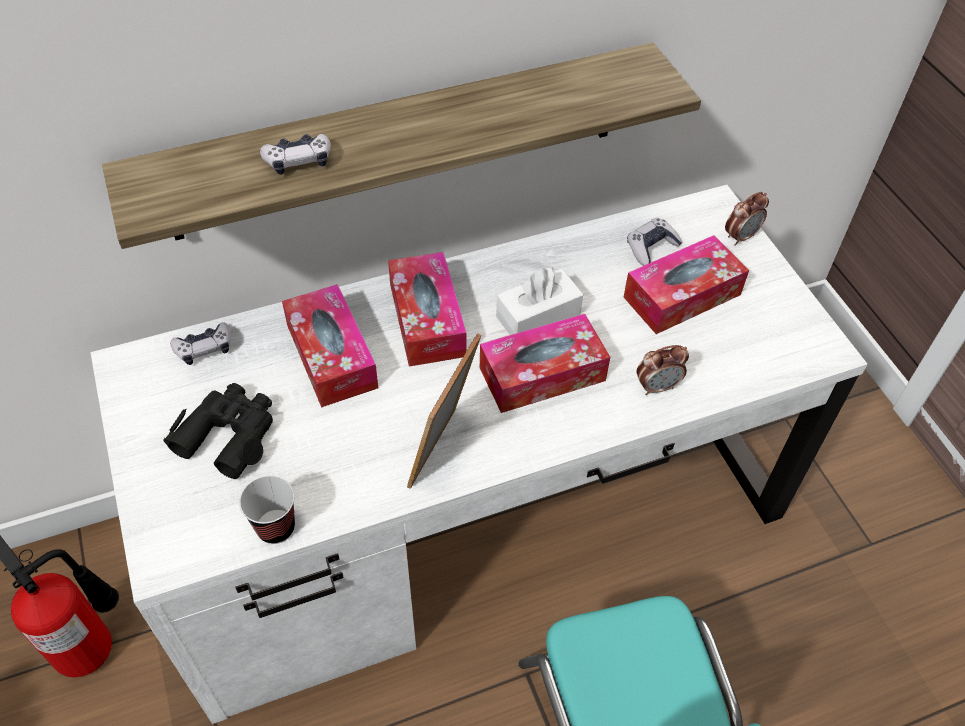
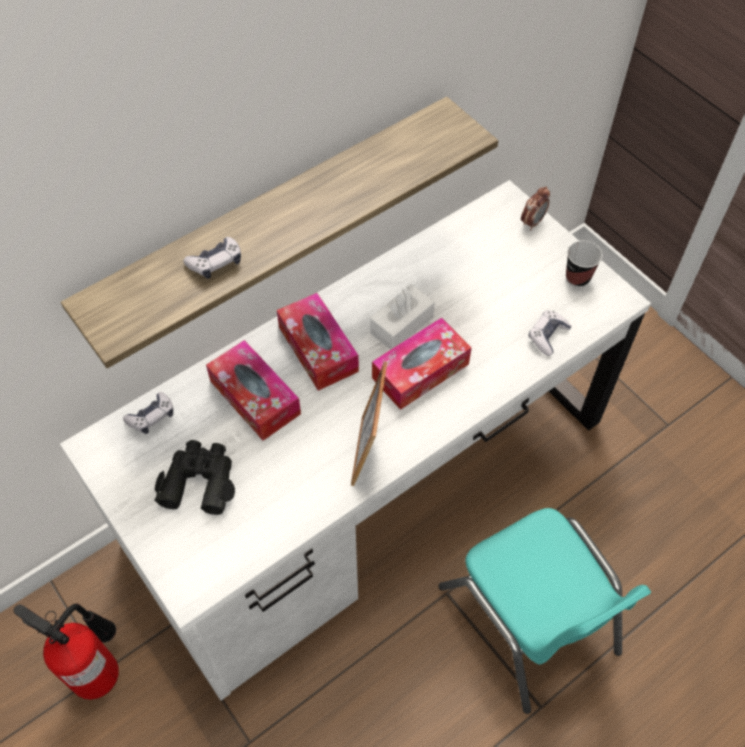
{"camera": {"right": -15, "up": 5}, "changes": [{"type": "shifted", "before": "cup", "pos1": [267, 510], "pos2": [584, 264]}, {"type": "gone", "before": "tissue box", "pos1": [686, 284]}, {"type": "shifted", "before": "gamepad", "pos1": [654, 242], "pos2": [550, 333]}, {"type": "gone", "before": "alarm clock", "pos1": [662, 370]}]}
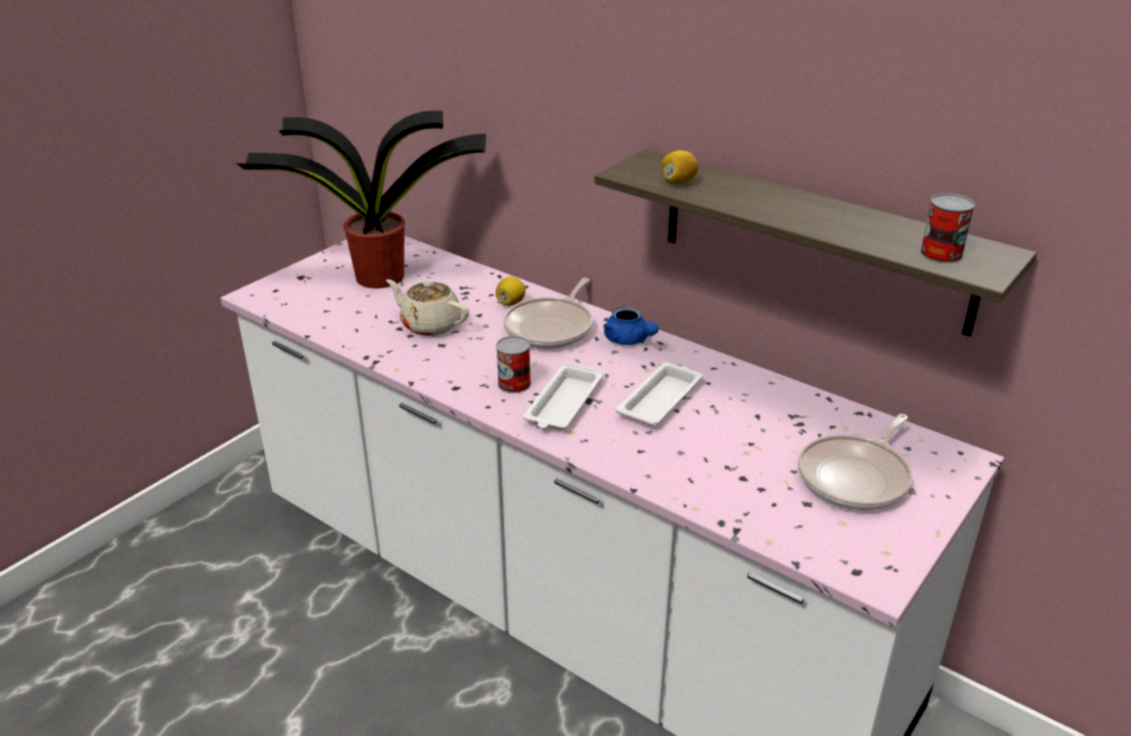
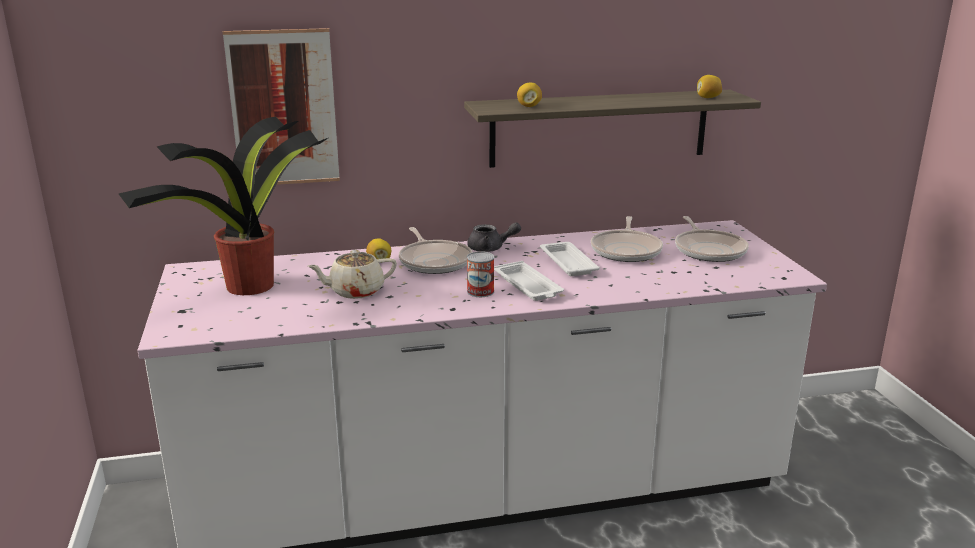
{"camera": {"right": -50, "up": -10}, "changes": [{"type": "repainted", "before": "blue-coloured tea pot", "after": "gray tea pot", "pos1": [631, 325], "pos2": [494, 237]}, {"type": "swapped", "before": "sealed can", "after": "lemon", "pos1": [947, 228], "pos2": [709, 86]}, {"type": "new", "after": "wall art", "pos2": [281, 106]}, {"type": "new", "after": "frying pan", "pos2": [627, 239]}]}
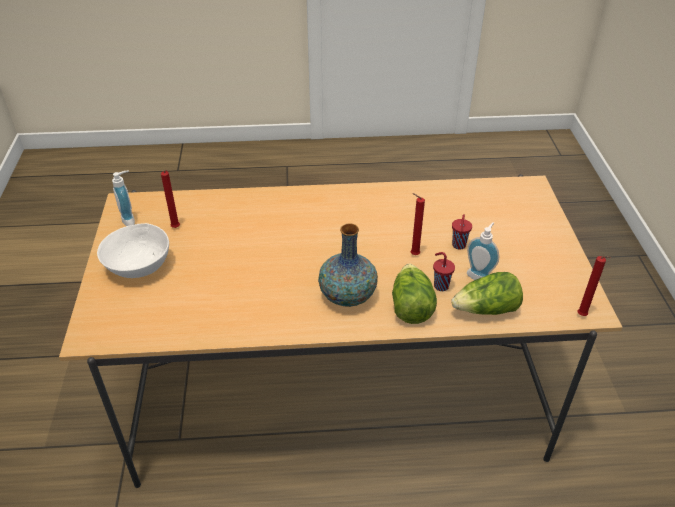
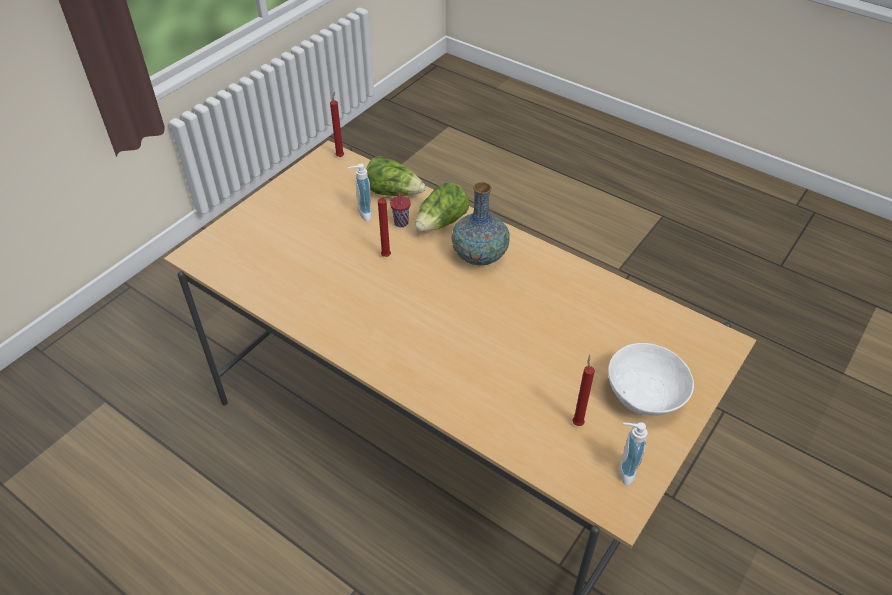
{"camera": {"right": -140, "up": 5}, "changes": [{"type": "gone", "before": "red cup", "pos1": [462, 232]}]}
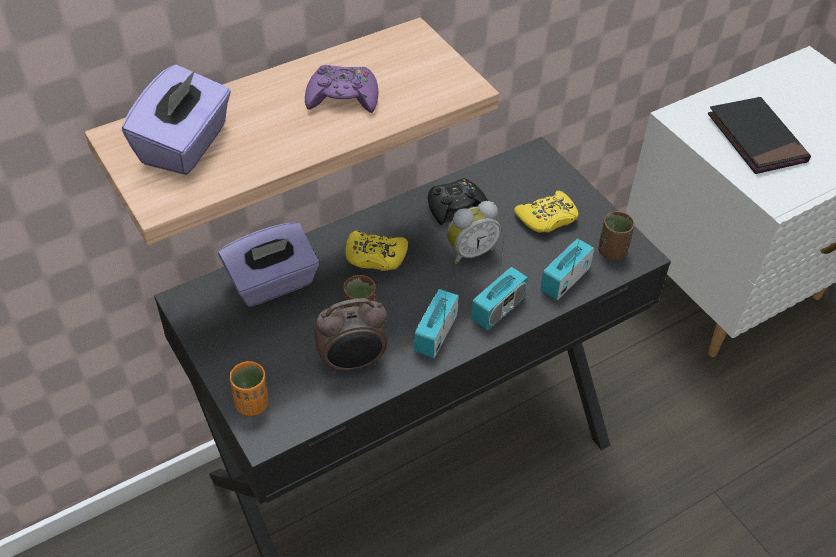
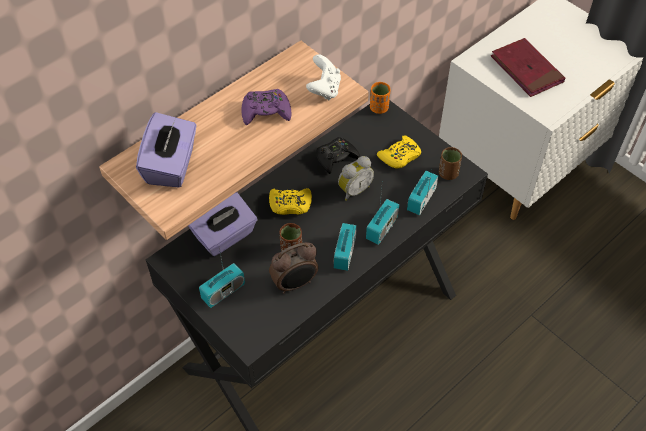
{"camera": {"right": -10, "up": 5}, "changes": [{"type": "shifted", "before": "orangey cup", "pos1": [249, 388], "pos2": [380, 98]}, {"type": "repainted", "before": "blackish bound book", "after": "red bound book", "pos1": [759, 135], "pos2": [528, 67]}, {"type": "new", "after": "radio receiver", "pos2": [222, 278]}, {"type": "new", "after": "white-coloured gamepad", "pos2": [323, 77]}]}
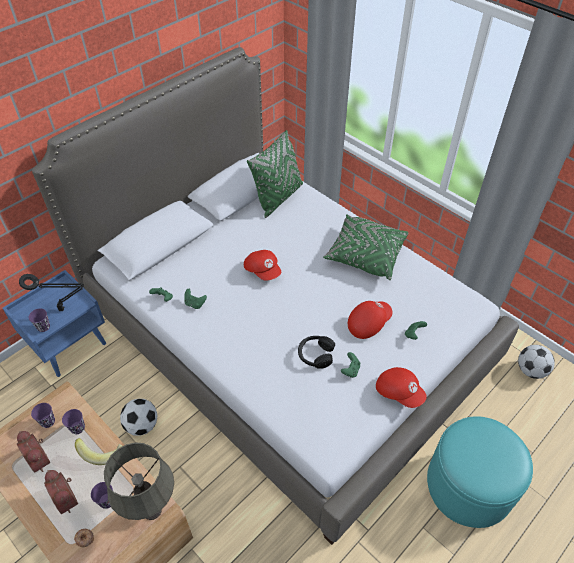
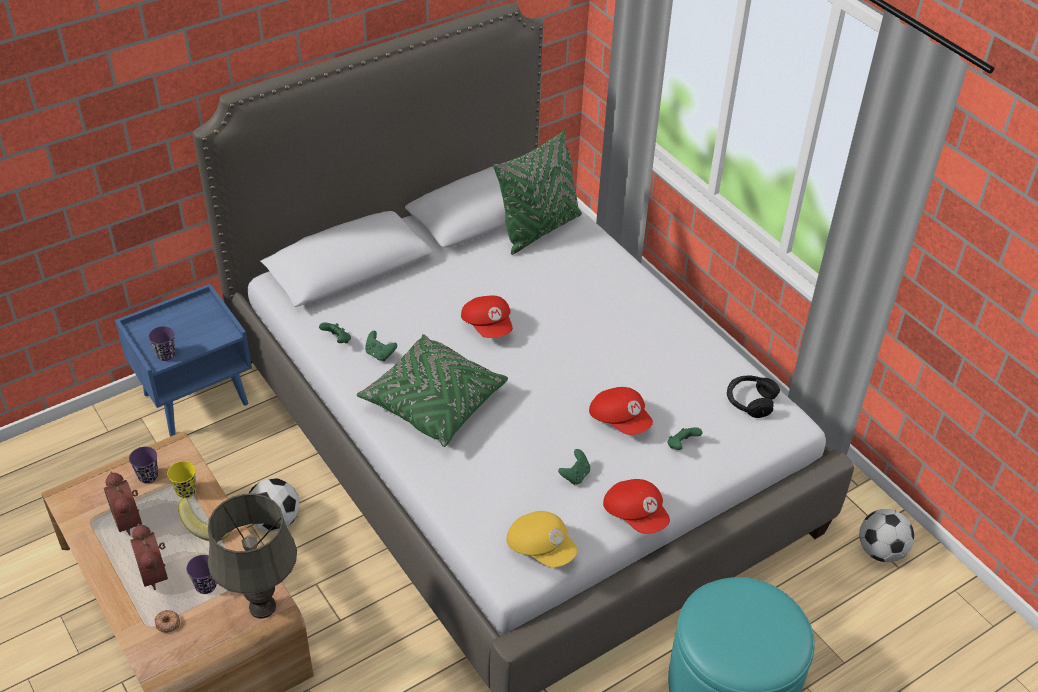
{"camera": {"right": 10, "up": -5}, "changes": [{"type": "gone", "before": "blackish table lamp", "pos1": [51, 292]}, {"type": "repainted", "before": "purplish cup", "after": "yellow cup", "pos1": [73, 421], "pos2": [181, 479]}, {"type": "shifted", "before": "blackish headphones", "pos1": [316, 352], "pos2": [753, 397]}, {"type": "shifted", "before": "greenish pillow", "pos1": [366, 247], "pos2": [432, 390]}, {"type": "rotated", "before": "red cap", "pos1": [370, 320], "pos2": [621, 411], "turn": 75}, {"type": "new", "after": "yellow cap", "pos2": [542, 539]}]}
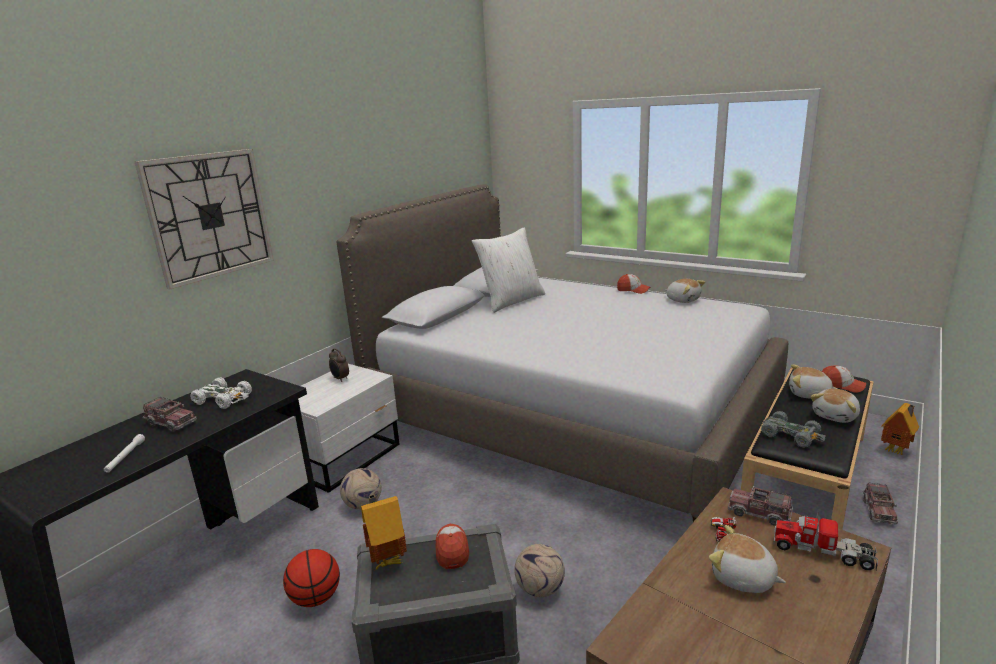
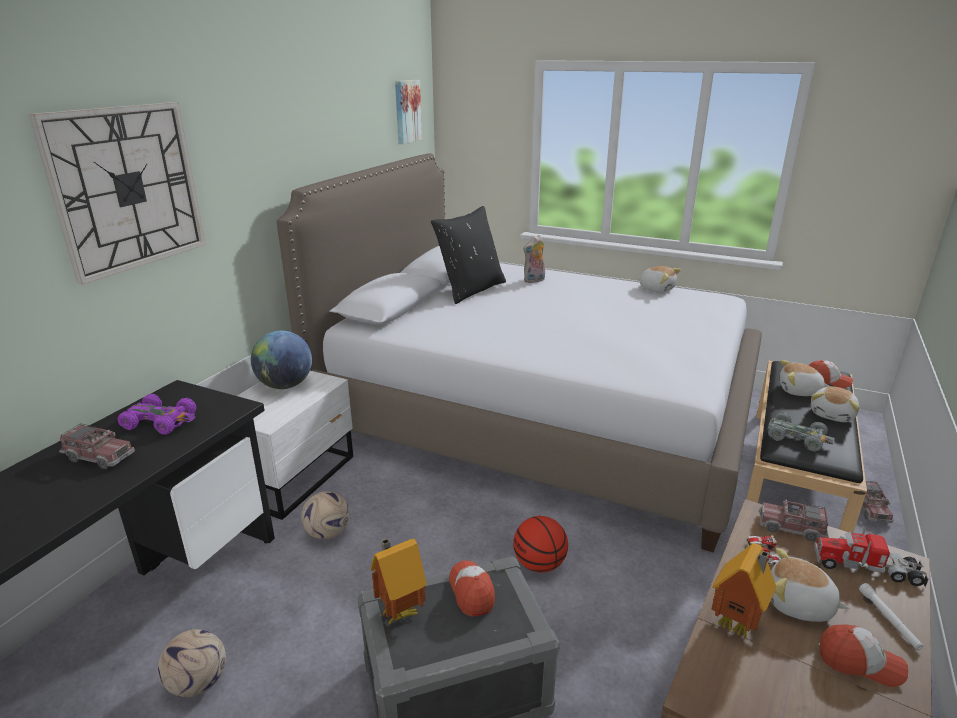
{"camera": {"right": -10, "up": 5}, "changes": [{"type": "shifted", "before": "white-coloured flashlight", "pos1": [124, 453], "pos2": [891, 616]}, {"type": "repainted", "before": "white-coloured toy car", "after": "purplish toy car", "pos1": [221, 393], "pos2": [157, 414]}, {"type": "shifted", "before": "basketball", "pos1": [311, 578], "pos2": [540, 544]}, {"type": "swapped", "before": "alarm clock", "after": "world globe", "pos1": [339, 365], "pos2": [281, 360]}, {"type": "repainted", "before": "white-coloured pillow", "after": "blackish pillow", "pos1": [508, 270], "pos2": [468, 255]}, {"type": "shifted", "before": "football ball", "pos1": [539, 570], "pos2": [192, 663]}, {"type": "shifted", "before": "cap", "pos1": [633, 284], "pos2": [864, 655]}, {"type": "shifted", "before": "model house", "pos1": [900, 429], "pos2": [743, 590]}, {"type": "new", "after": "wall art", "pos2": [408, 112]}, {"type": "new", "after": "plush toy", "pos2": [534, 259]}]}
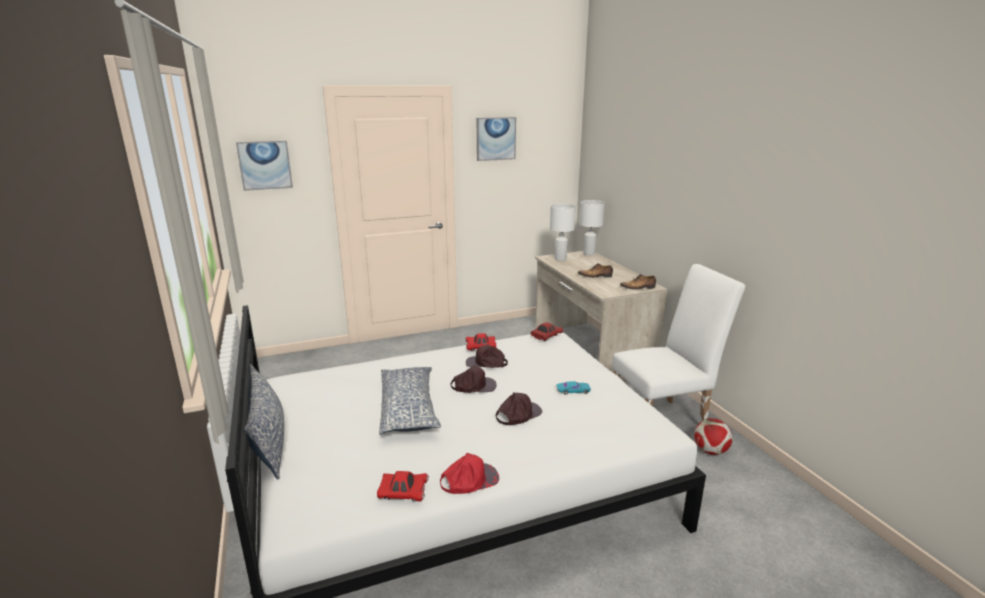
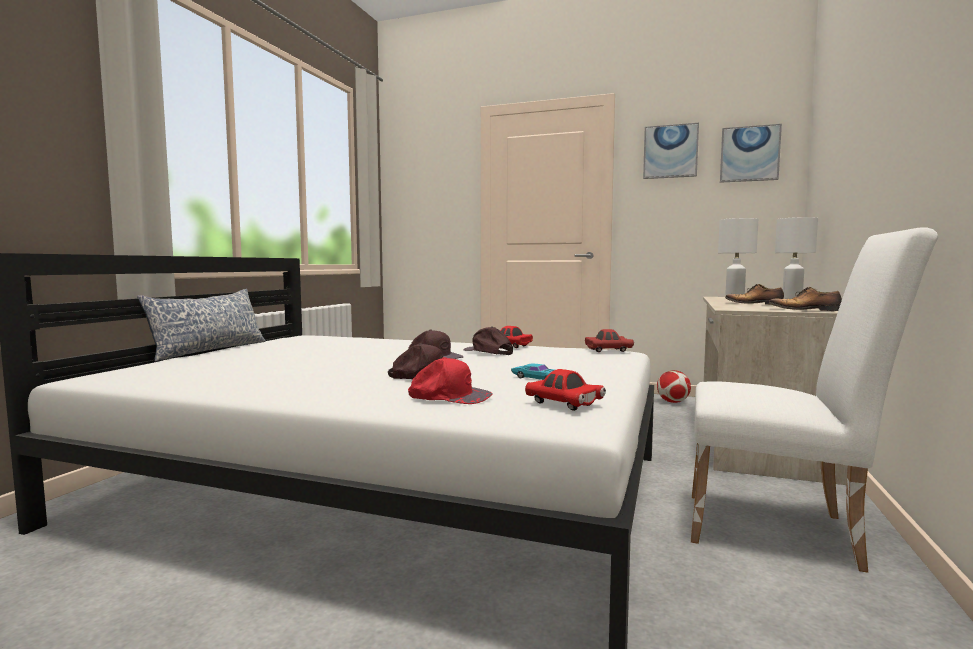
{"camera": {"right": 40, "up": -15}, "changes": [{"type": "shifted", "before": "wall art", "pos1": [264, 166], "pos2": [751, 153]}, {"type": "shifted", "before": "red toy car", "pos1": [403, 486], "pos2": [565, 390]}, {"type": "gone", "before": "pillow", "pos1": [410, 401]}, {"type": "shifted", "before": "red cap", "pos1": [469, 473], "pos2": [450, 380]}, {"type": "shifted", "before": "football ball", "pos1": [713, 436], "pos2": [674, 386]}]}
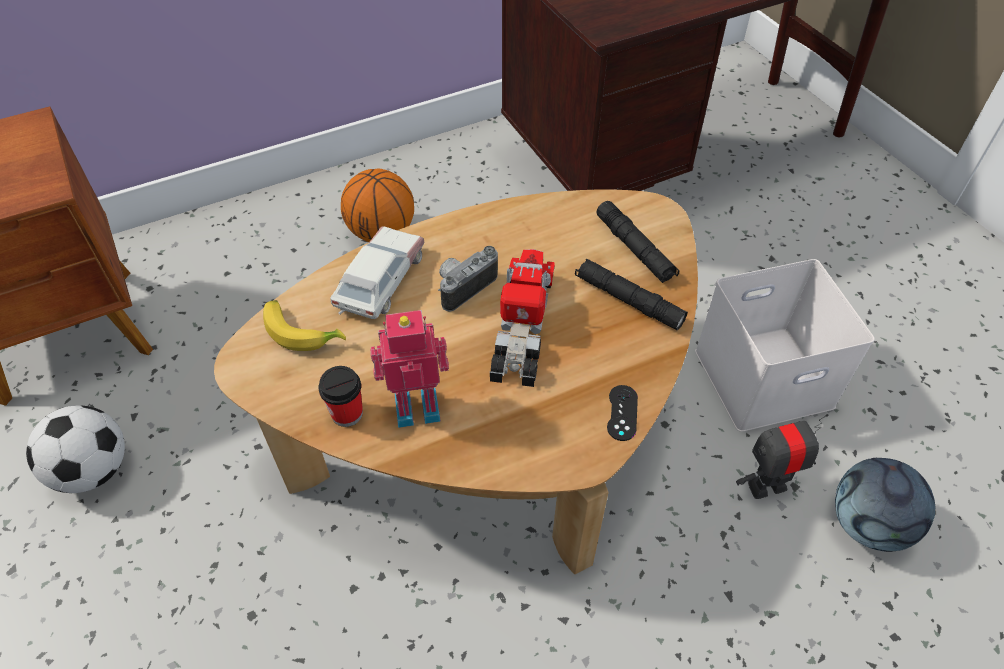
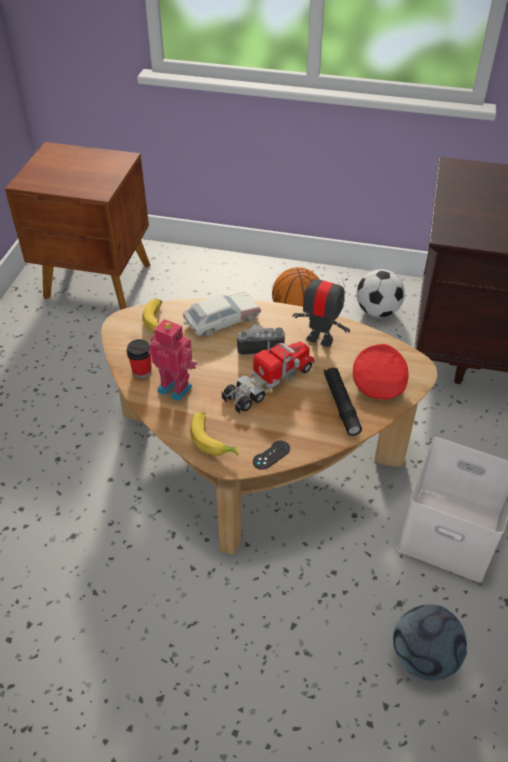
{"camera": {"right": 40, "up": -5}, "changes": [{"type": "shifted", "before": "football ball", "pos1": [75, 449], "pos2": [380, 293]}, {"type": "swapped", "before": "blackish flashlight", "after": "red cap", "pos1": [637, 242], "pos2": [381, 371]}, {"type": "shifted", "before": "model robot", "pos1": [782, 456], "pos2": [321, 308]}, {"type": "new", "after": "whole banana", "pos2": [214, 434]}]}
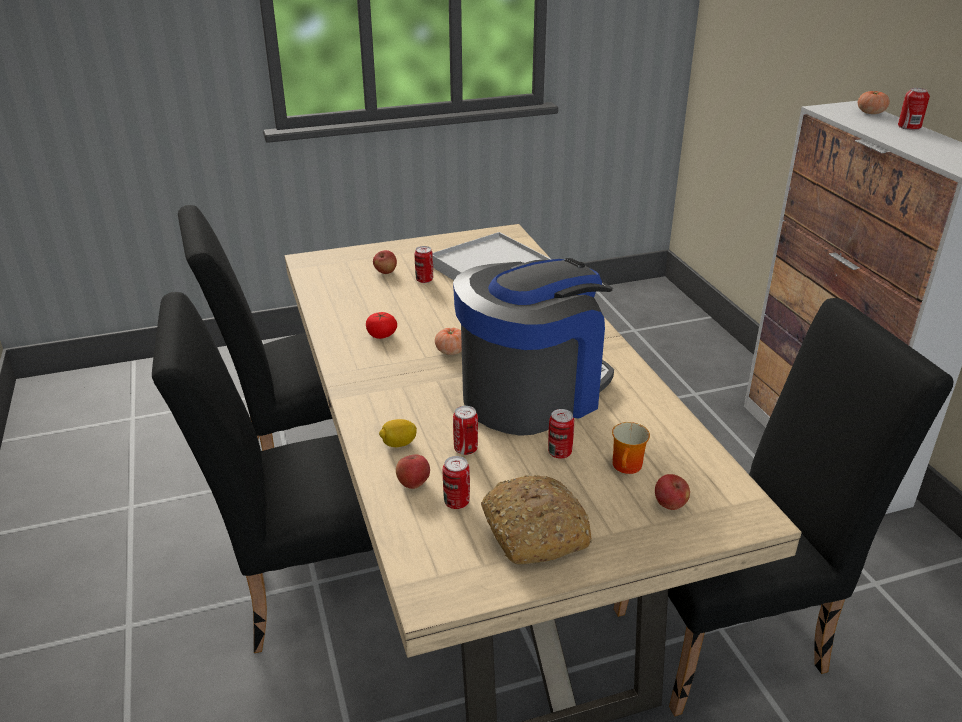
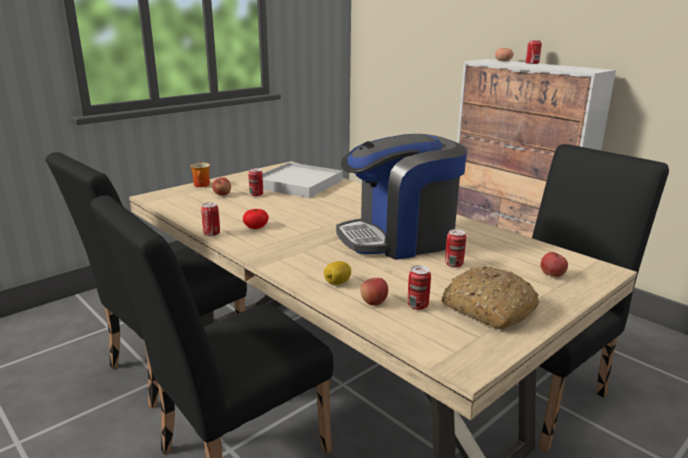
{"camera": {"right": -25, "up": -10}, "changes": [{"type": "gone", "before": "whole tomato", "pos1": [448, 341]}, {"type": "rotated", "before": "coffee maker", "pos1": [533, 347], "pos2": [401, 197], "turn": -135}, {"type": "shifted", "before": "sealed can", "pos1": [465, 430], "pos2": [210, 219]}, {"type": "shifted", "before": "coffee mug", "pos1": [631, 448], "pos2": [200, 175]}]}
